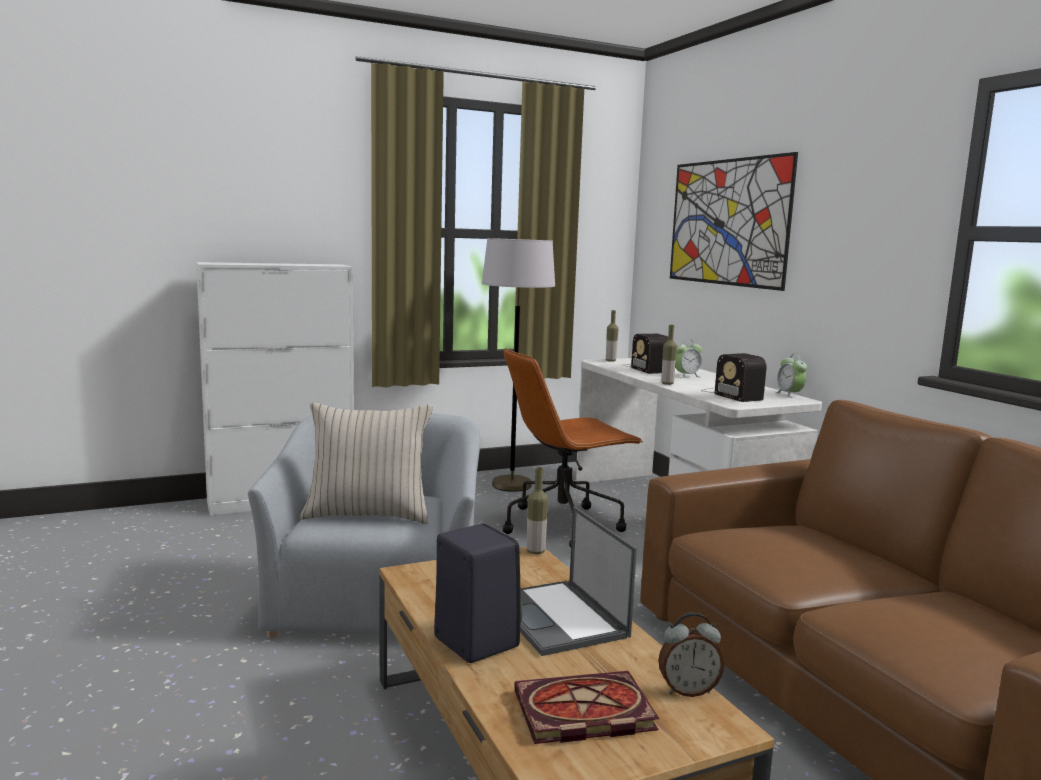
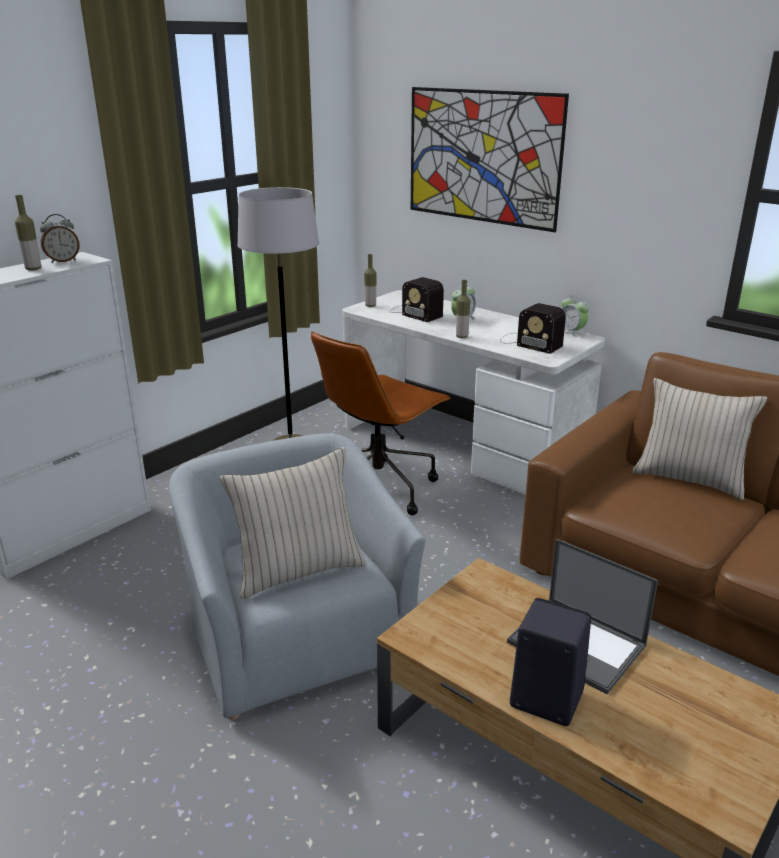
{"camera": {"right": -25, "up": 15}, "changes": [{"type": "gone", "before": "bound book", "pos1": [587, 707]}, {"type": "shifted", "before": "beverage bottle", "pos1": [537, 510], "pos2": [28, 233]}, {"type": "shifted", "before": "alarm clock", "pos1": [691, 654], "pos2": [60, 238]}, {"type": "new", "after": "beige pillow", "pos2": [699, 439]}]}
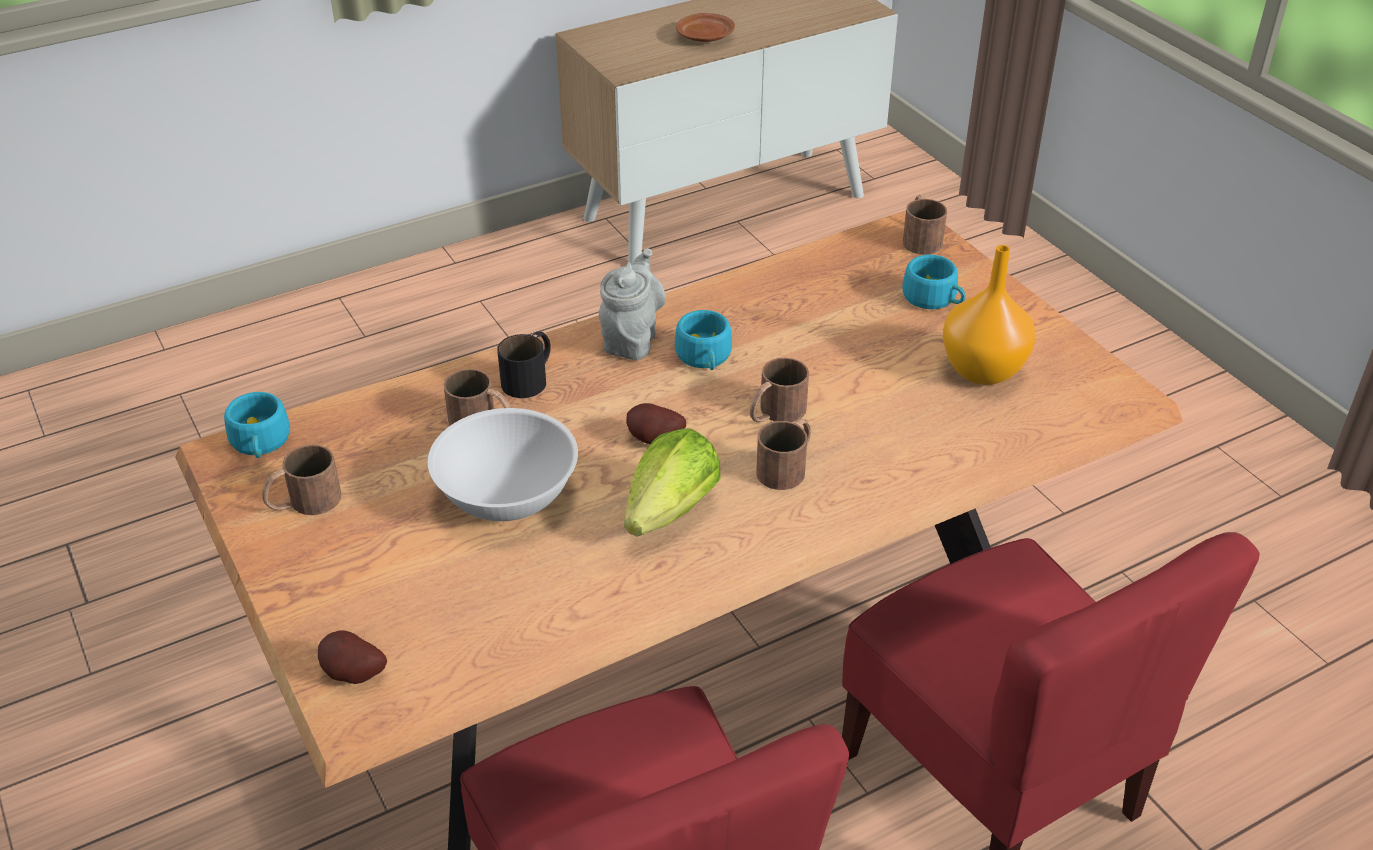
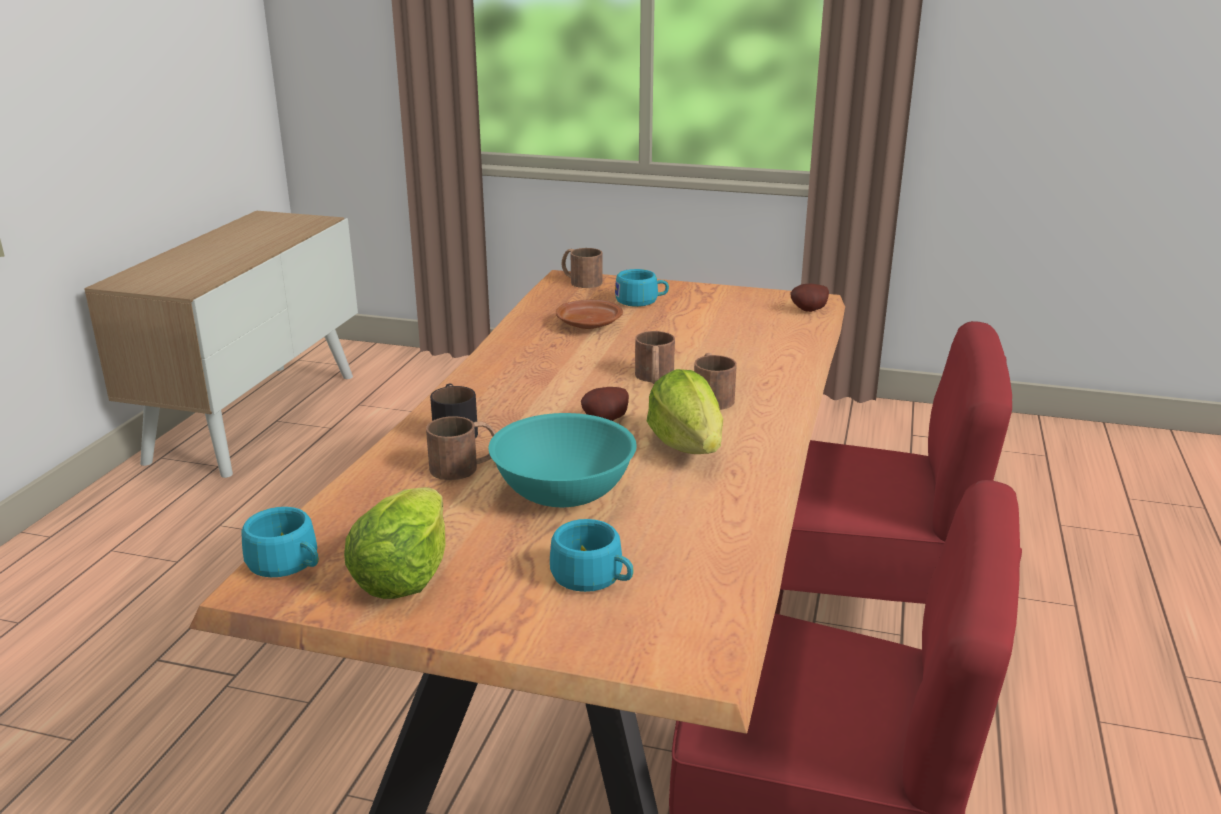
{"camera": {"right": -45, "up": -15}, "changes": [{"type": "swapped", "before": "brown coffee mug", "after": "head of lettuce", "pos1": [301, 480], "pos2": [394, 543]}, {"type": "shifted", "before": "potato", "pos1": [352, 657], "pos2": [809, 298]}, {"type": "repainted", "before": "white-coloured bowl", "after": "turquoise bowl", "pos1": [503, 464], "pos2": [562, 460]}, {"type": "gone", "before": "gray tea pot", "pos1": [632, 304]}, {"type": "shifted", "before": "turquoise cup", "pos1": [703, 340], "pos2": [591, 555]}, {"type": "shifted", "before": "brown flat dish", "pos1": [705, 27], "pos2": [589, 314]}, {"type": "gone", "before": "orangey decorative vase", "pos1": [989, 315]}]}
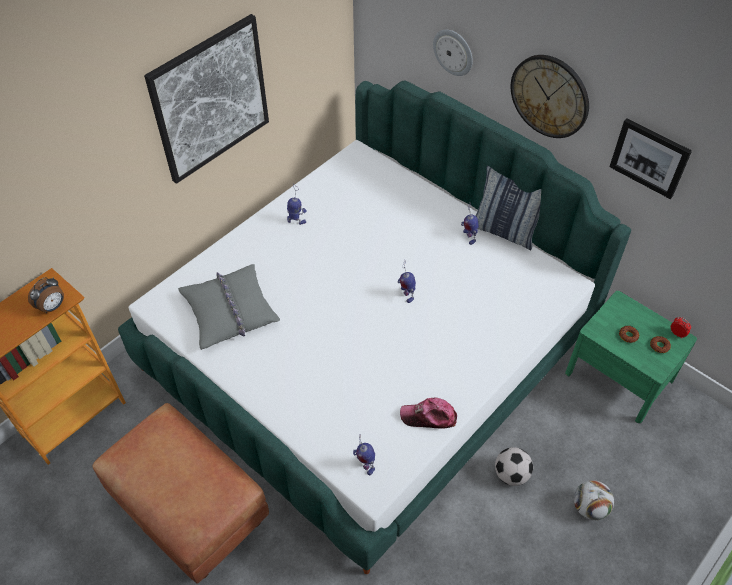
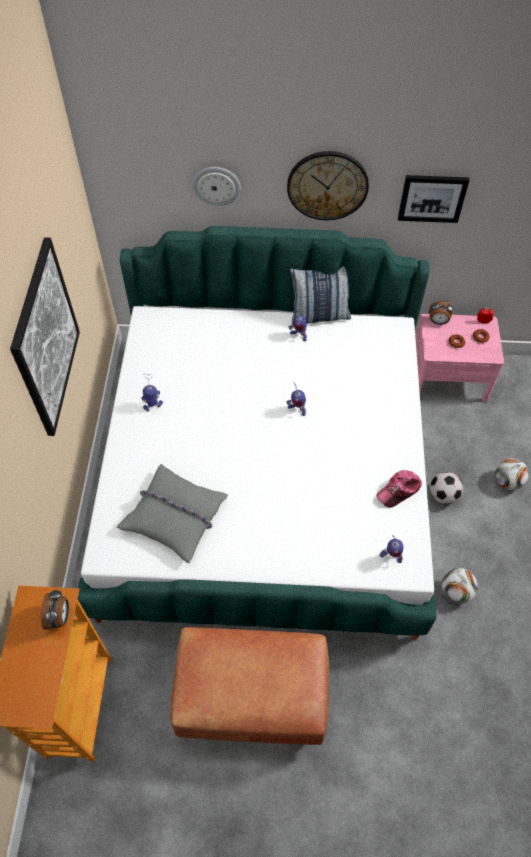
{"camera": {"right": -40, "up": 5}, "changes": [{"type": "repainted", "before": "greenish bedside table", "after": "pink-coloured bedside table", "pos1": [631, 357], "pos2": [459, 358]}, {"type": "new", "after": "alarm clock", "pos2": [441, 313]}, {"type": "new", "after": "football ball", "pos2": [460, 586]}]}
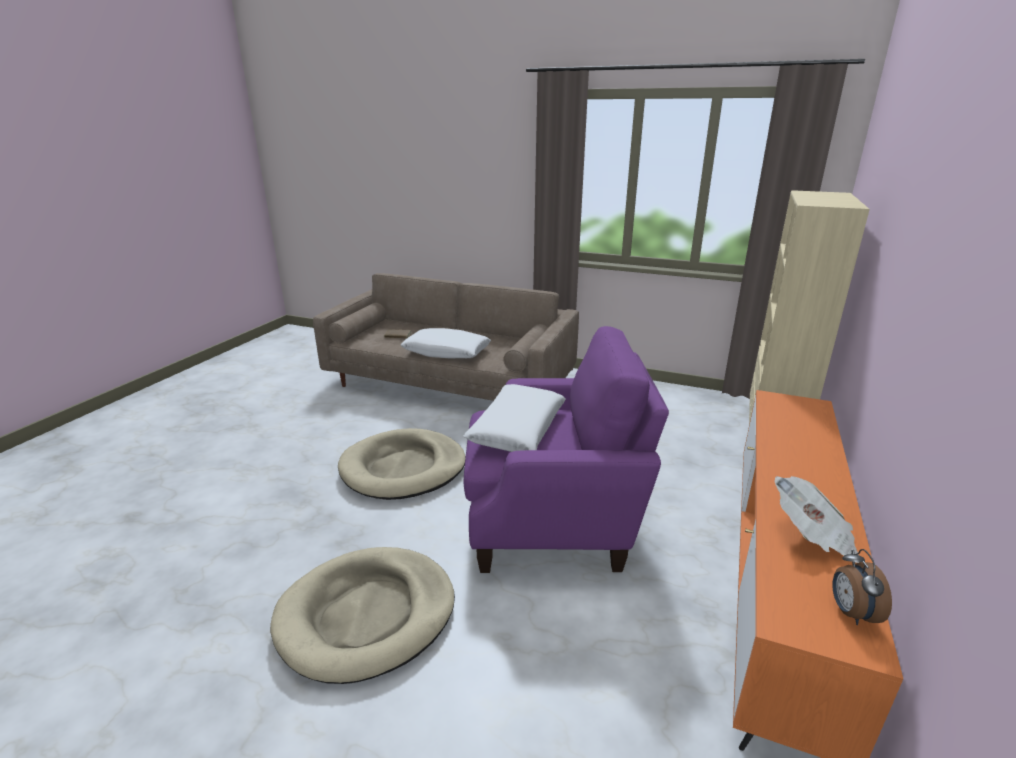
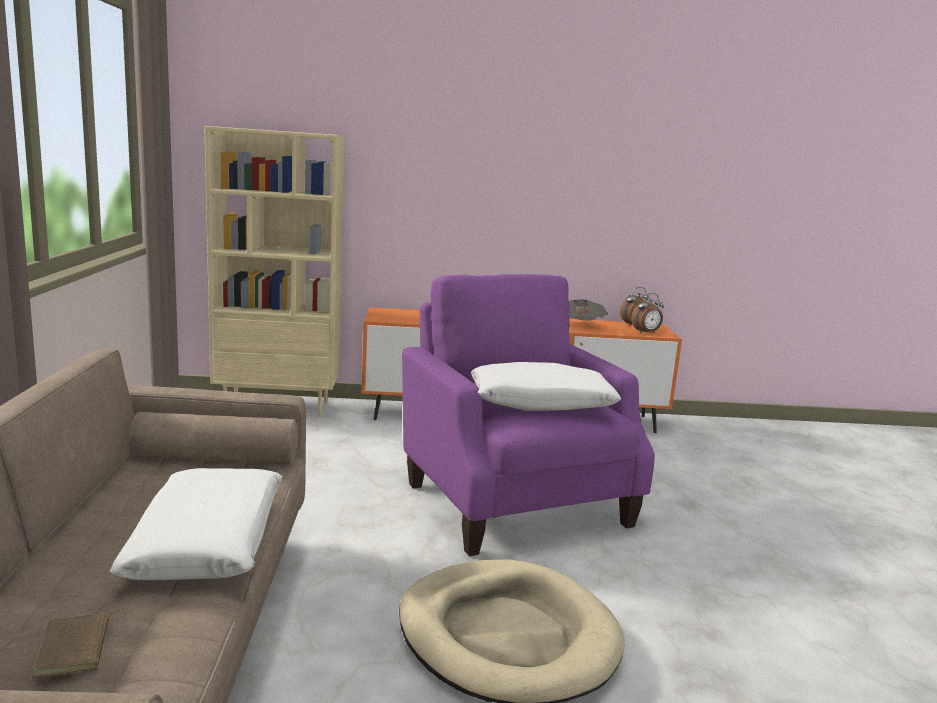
{"camera": {"right": -115, "up": -10}, "changes": [{"type": "gone", "before": "beige dog bed", "pos1": [362, 615]}, {"type": "new", "after": "alarm clock", "pos2": [647, 313]}]}
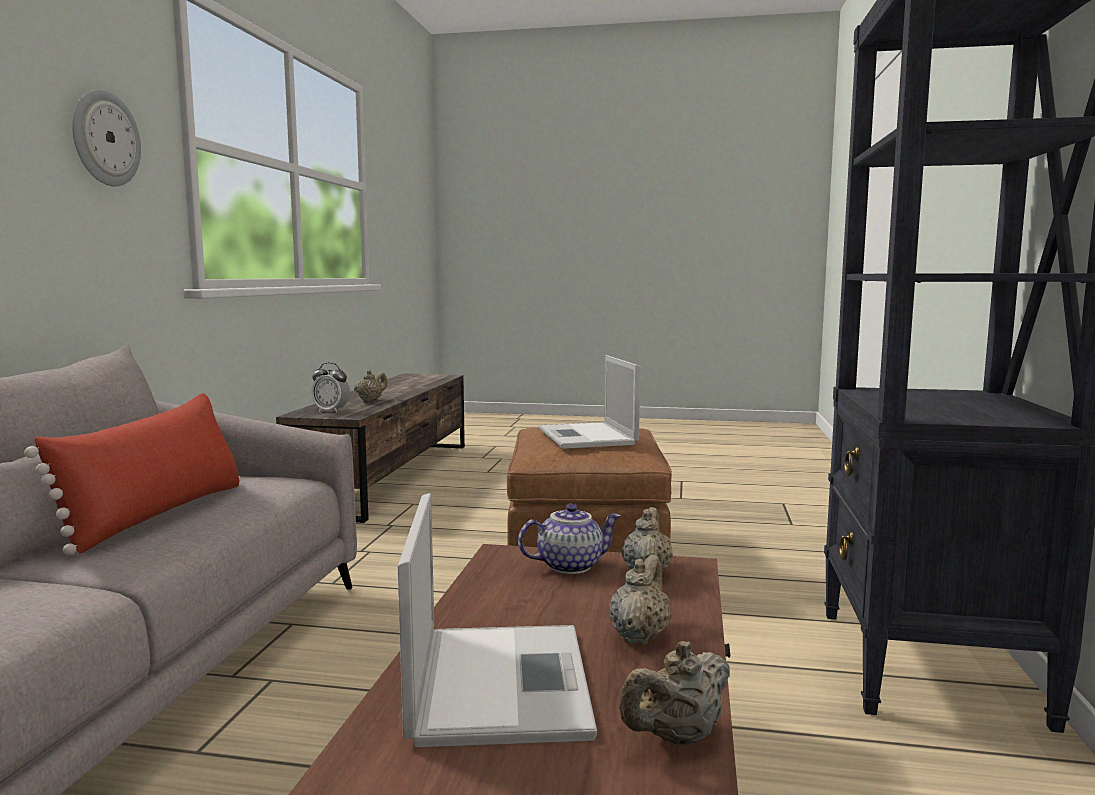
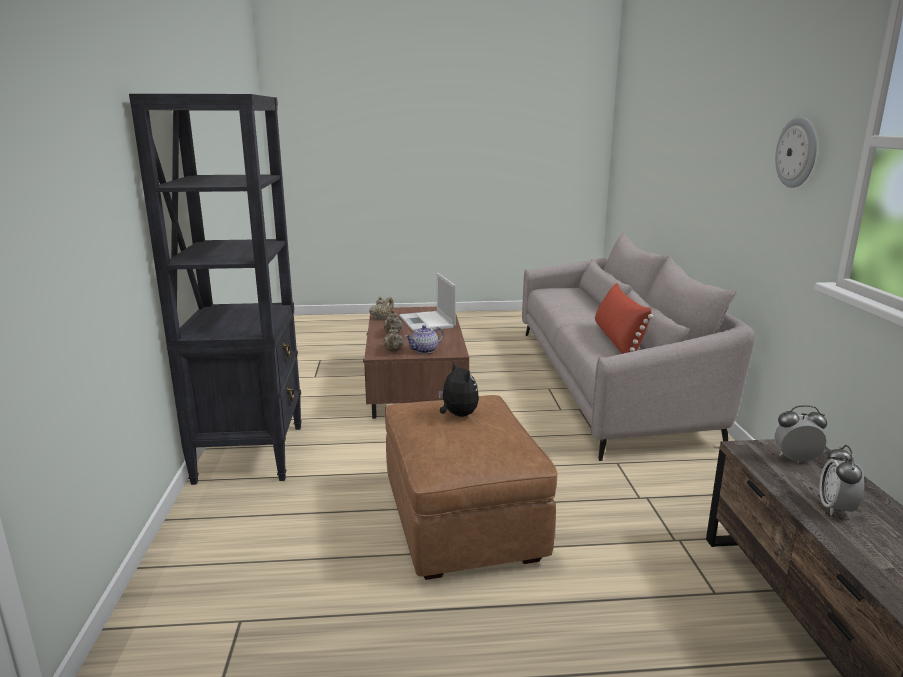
{"camera": {"right": 165, "up": 10}, "changes": [{"type": "swapped", "before": "beige tea pot", "after": "alarm clock", "pos1": [370, 386], "pos2": [841, 480]}, {"type": "swapped", "before": "notebook computer", "after": "plush toy", "pos1": [589, 402], "pos2": [458, 389]}]}
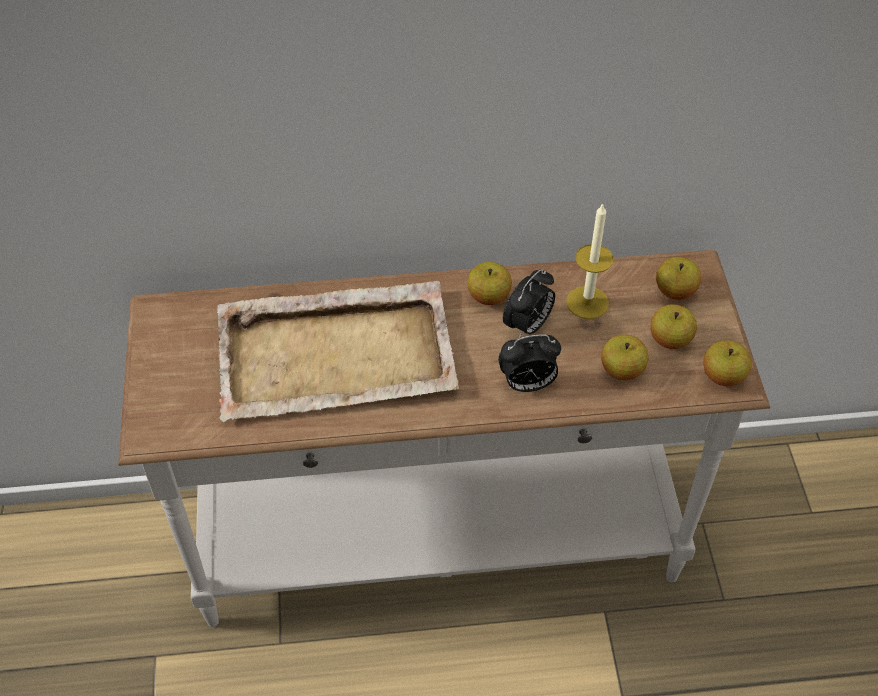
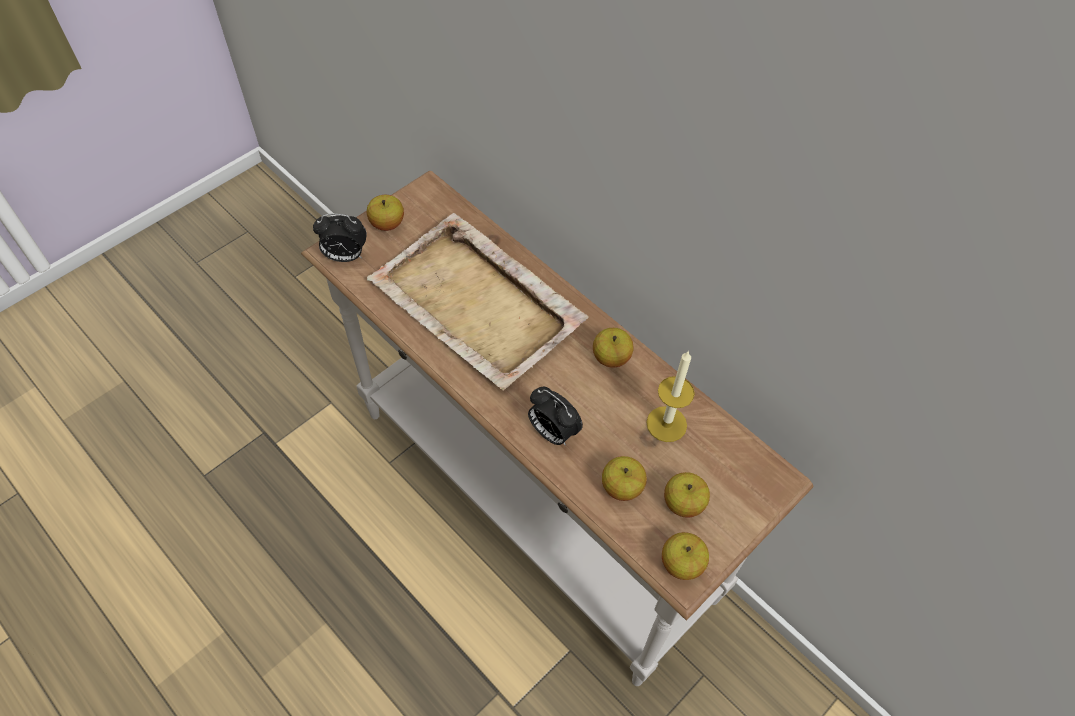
{"camera": {"right": 50, "up": 5}, "changes": [{"type": "shifted", "before": "alarm clock", "pos1": [529, 303], "pos2": [340, 238]}, {"type": "shifted", "before": "apple fruit", "pos1": [678, 278], "pos2": [385, 213]}]}
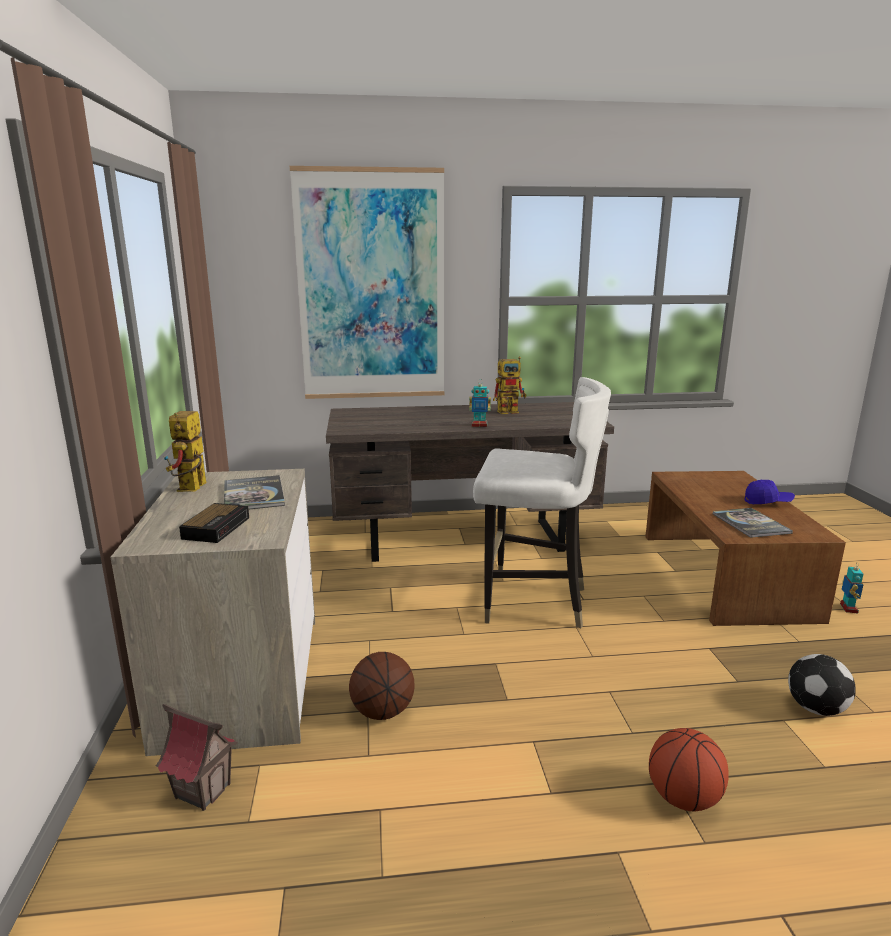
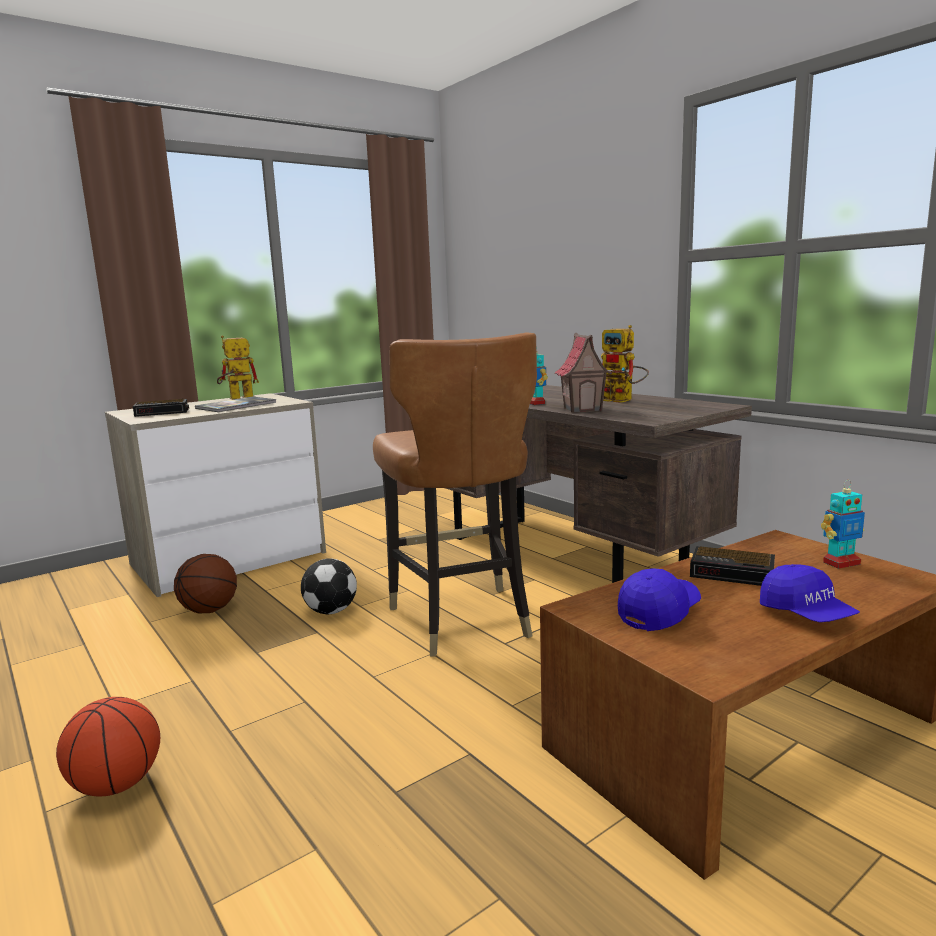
{"camera": {"right": 60, "up": -5}, "changes": [{"type": "shifted", "before": "model house", "pos1": [197, 757], "pos2": [583, 373]}, {"type": "gone", "before": "wall art", "pos1": [367, 282]}, {"type": "repainted", "before": "white-coloured plain chair", "after": "brown plain chair", "pos1": [542, 502], "pos2": [455, 494]}, {"type": "swapped", "before": "bound book", "after": "blue-coloured cap", "pos1": [753, 523], "pos2": [659, 599]}, {"type": "shifted", "before": "football ball", "pos1": [822, 685], "pos2": [329, 586]}, {"type": "shifted", "before": "model robot", "pos1": [852, 587], "pos2": [843, 524]}, {"type": "new", "after": "alarm clock", "pos2": [732, 566]}]}
